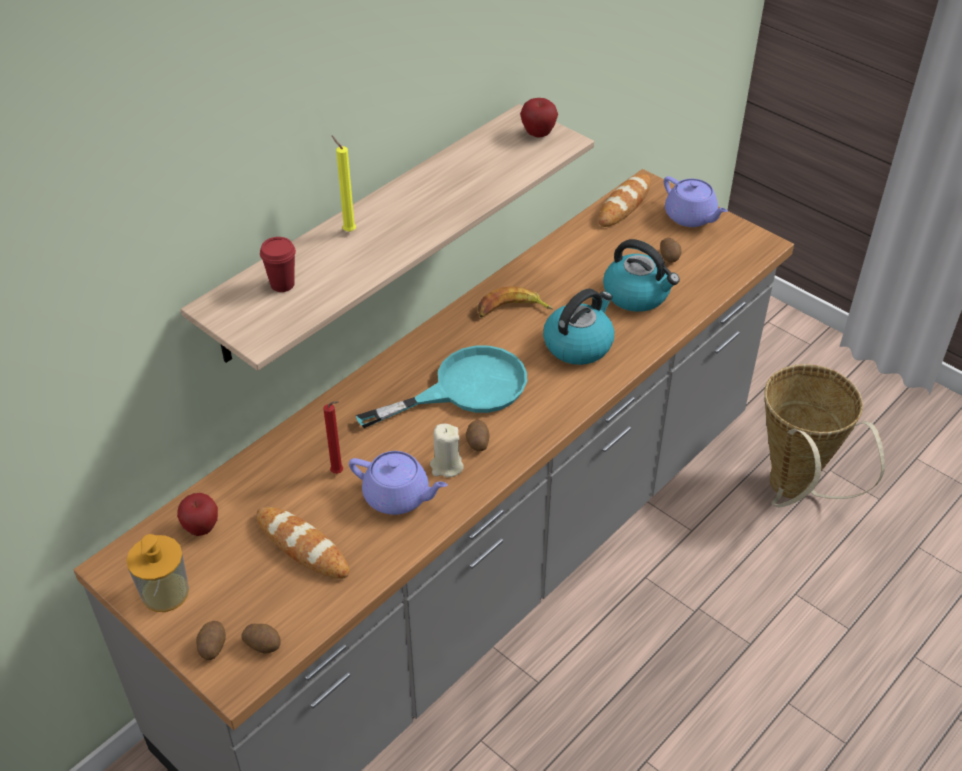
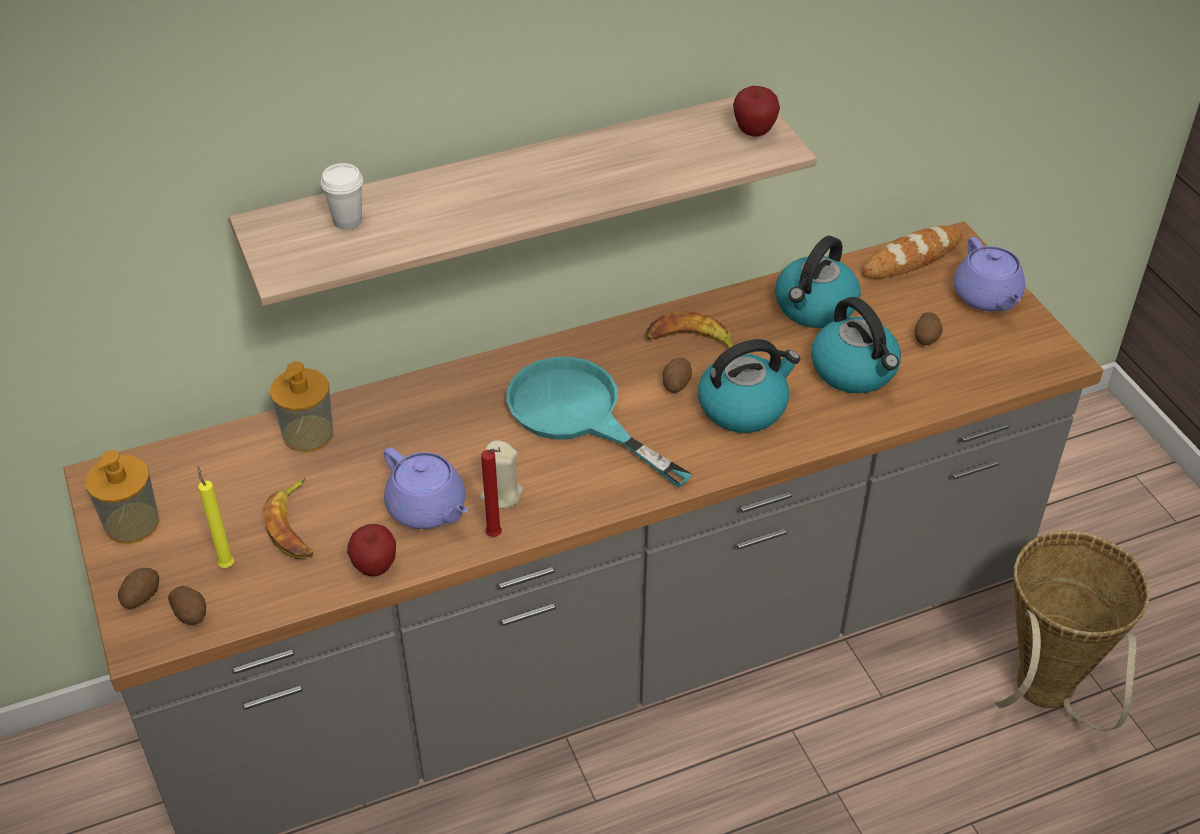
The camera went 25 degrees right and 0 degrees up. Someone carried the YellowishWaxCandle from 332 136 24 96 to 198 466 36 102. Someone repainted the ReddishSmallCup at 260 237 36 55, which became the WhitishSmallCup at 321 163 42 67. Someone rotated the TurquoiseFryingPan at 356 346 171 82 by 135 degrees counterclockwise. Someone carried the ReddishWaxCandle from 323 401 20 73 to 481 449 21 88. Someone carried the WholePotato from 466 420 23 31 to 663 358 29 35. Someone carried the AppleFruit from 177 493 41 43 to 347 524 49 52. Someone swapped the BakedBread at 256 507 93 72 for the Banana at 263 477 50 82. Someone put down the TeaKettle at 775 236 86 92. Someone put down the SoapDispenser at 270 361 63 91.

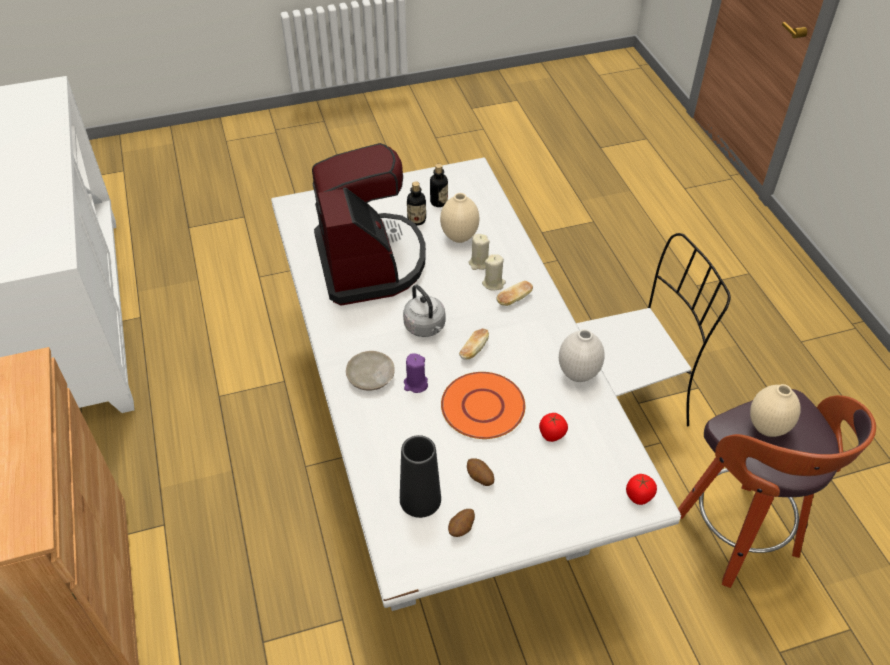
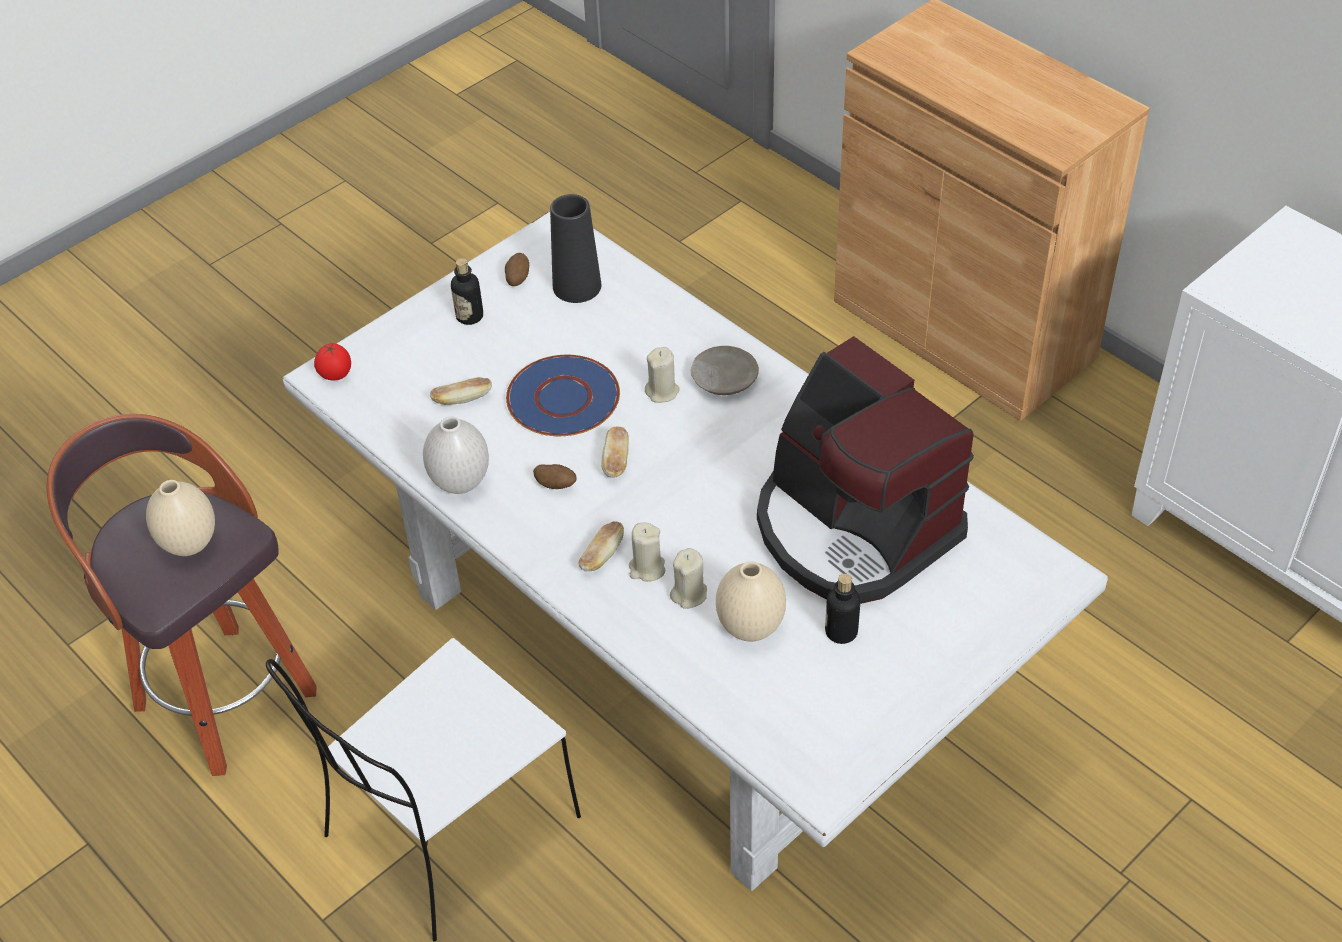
The camera went 155 degrees right and 0 degrees up. Someone carried the BeverageBottle from 430 164 18 43 to 451 258 32 67. Someone took away the GreyTeaKettle at 403 285 42 52. Someone repainted the PurpleColouredWaxCandle at 404 354 24 39, which became the BeigeWaxCandle at 645 347 35 56. Someone repainted the OrangeyDinnerPlate at 441 372 84 67, which became the BlueColouredDinnerPlate at 506 355 114 81. Someone swapped the WholeTomato at 539 413 29 29 for the BakedBread at 430 377 62 28. Someone carried the WholePotato from 467 458 27 28 to 533 464 44 25.

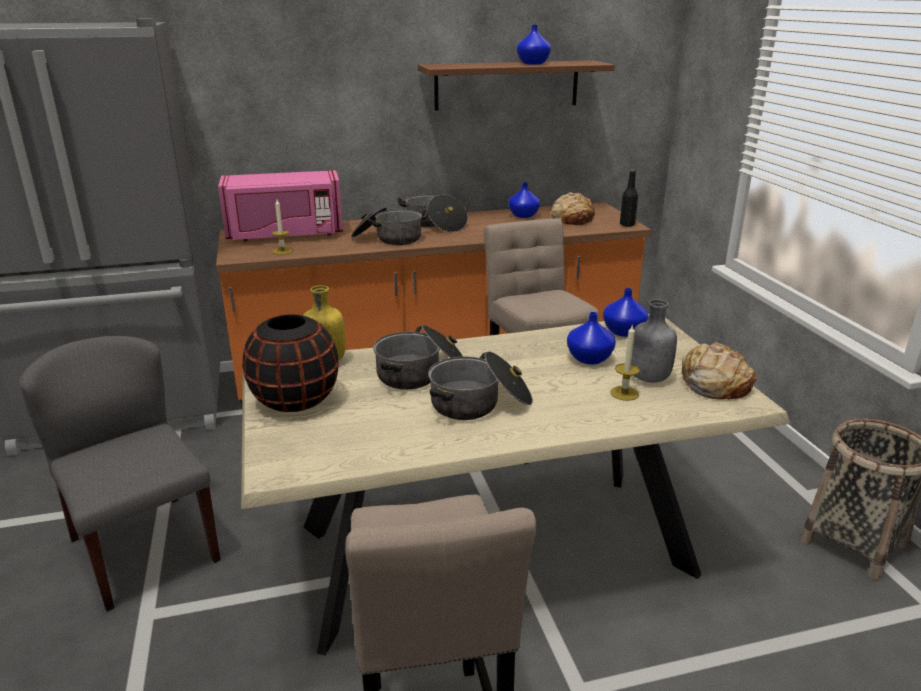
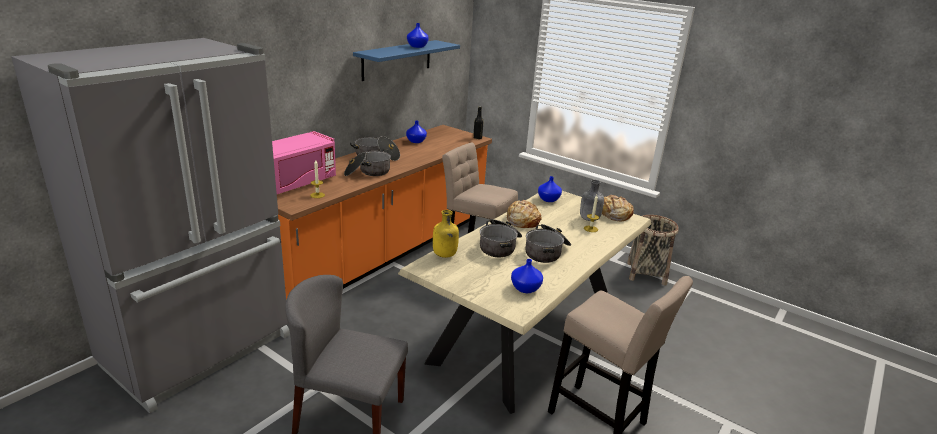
The camera went 40 degrees left and 0 degrees up. Someone repainted the BrownBracketShelf at 418 60 197 51, which became the BlueColouredBracketShelf at 353 40 107 41. Someone carried the BakedBread from 551 192 44 33 to 505 200 37 28. Someone carried the BlueColouredFlowerVase from 567 312 49 53 to 511 259 32 34. Someone took away the BlackishFlowerVase at 243 314 96 98.

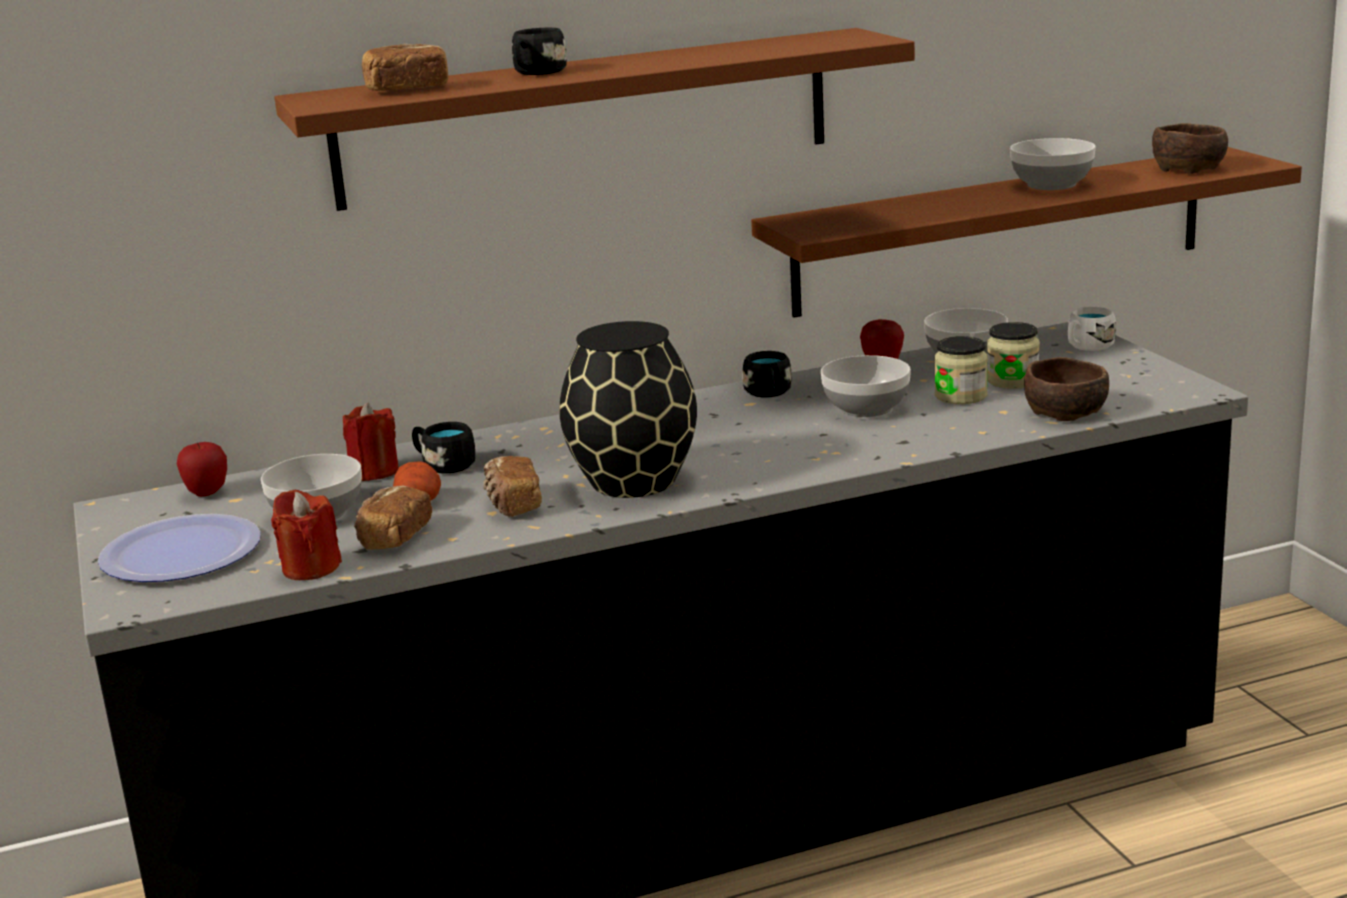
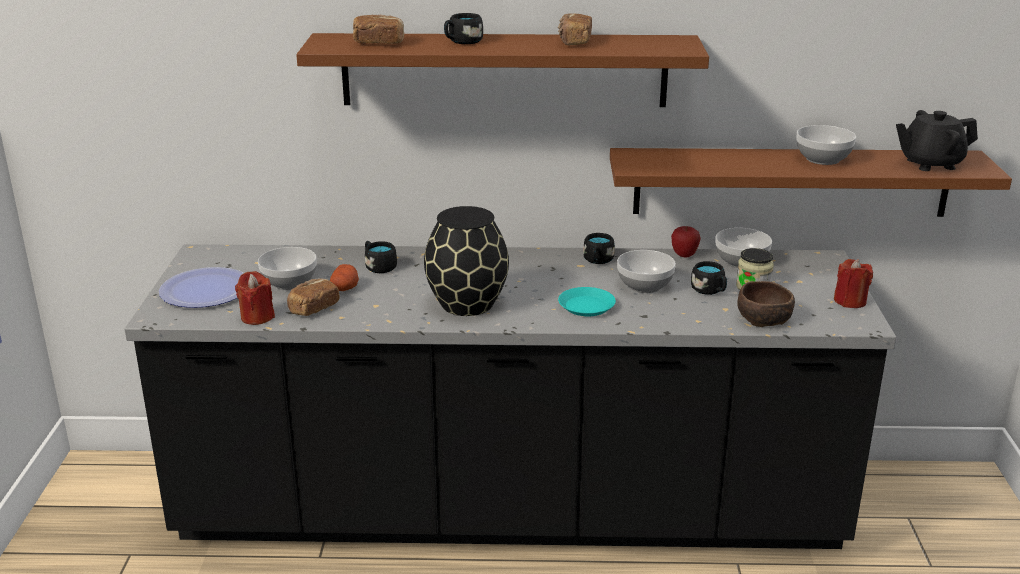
The camera went 20 degrees right and 5 degrees up. Someone swapped the BrownBowl at 1152 123 76 51 for the BlackishTeaPot at 896 110 82 61. Someone took away the WhitishCoffeeMug at 1068 307 48 44. Someone swapped the StorageJar at 935 336 53 68 for the BlackishCoffeeMug at 691 261 36 34. Someone carried the ReddishWaxCandle from 343 403 56 78 to 834 259 39 49. Someone took away the AppleFruit at 177 442 50 55. Someone carried the BakedBread from 483 456 59 61 to 558 13 34 33. Someone put down the TurquoiseDinnerPlate at 558 287 58 29.

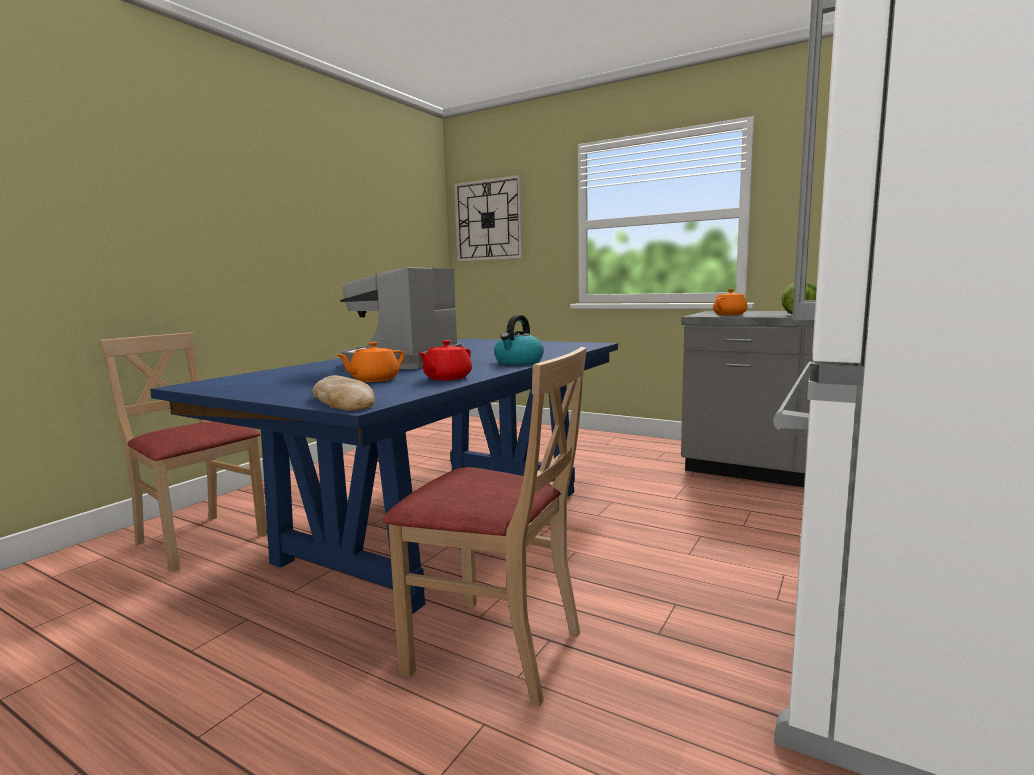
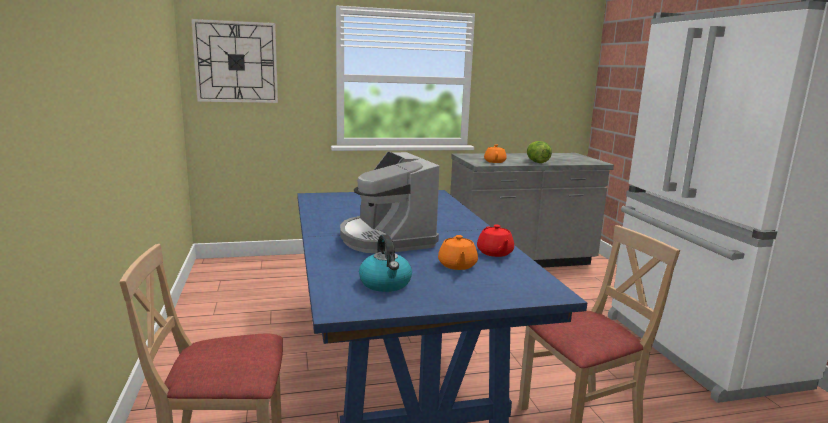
The camera went 45 degrees left and 5 degrees up. Someone carried the TeaKettle from 494 315 50 50 to 359 234 53 58. Someone took away the BakedBread at 312 375 63 36.

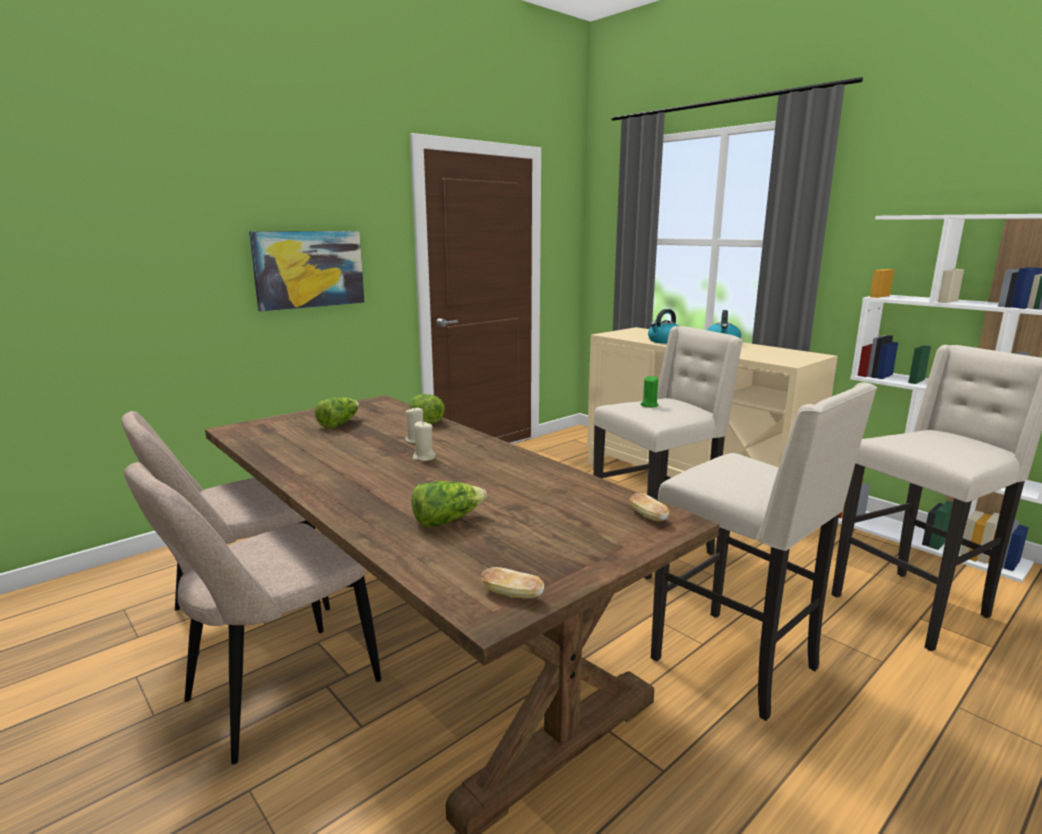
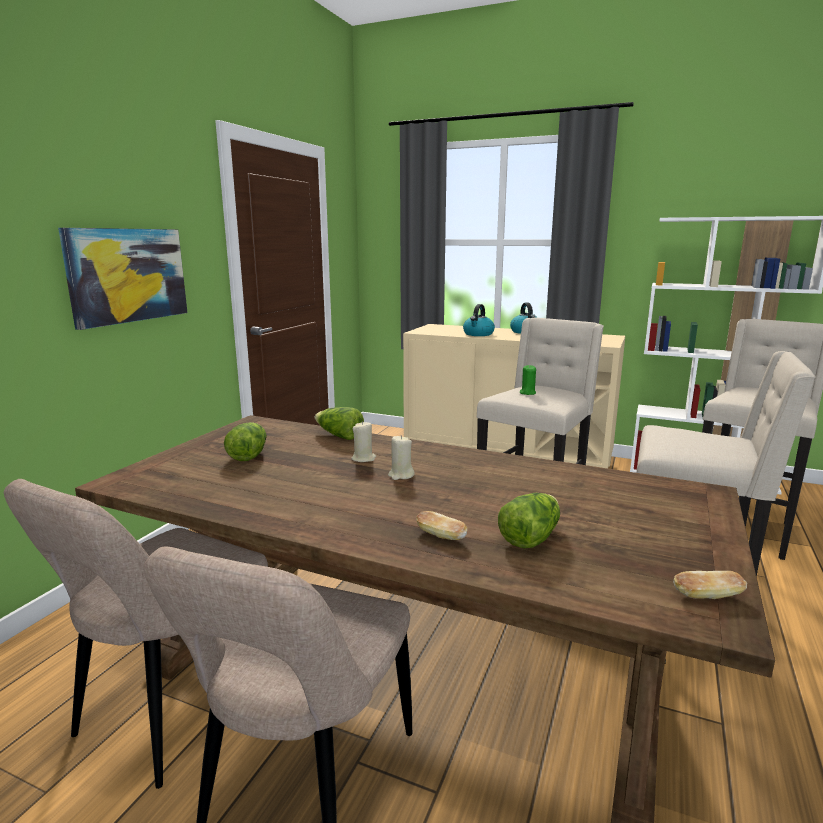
The camera went 25 degrees left and 0 degrees up. Someone carried the BakedBread from 629 493 41 28 to 416 511 51 29.

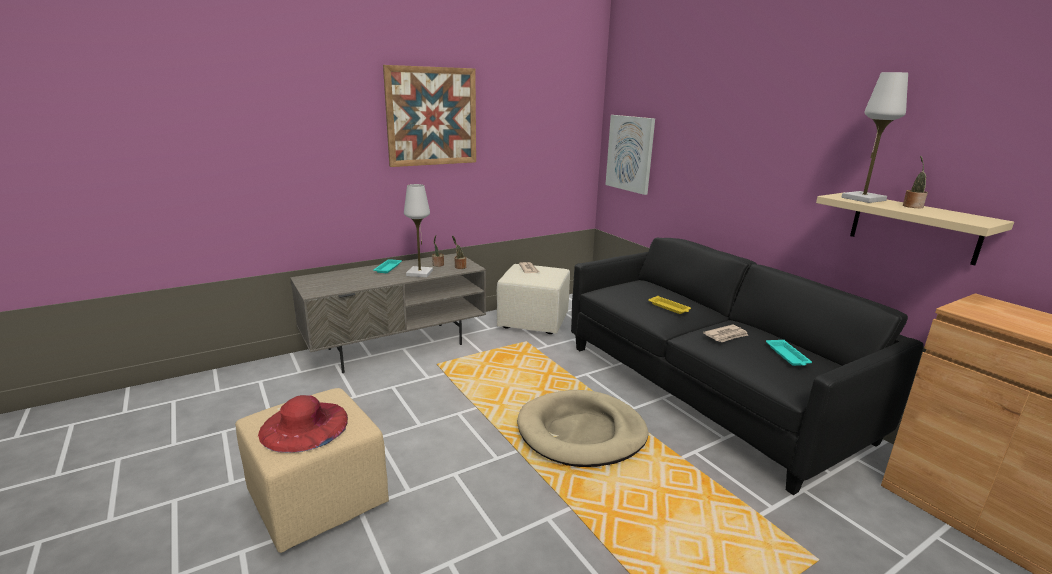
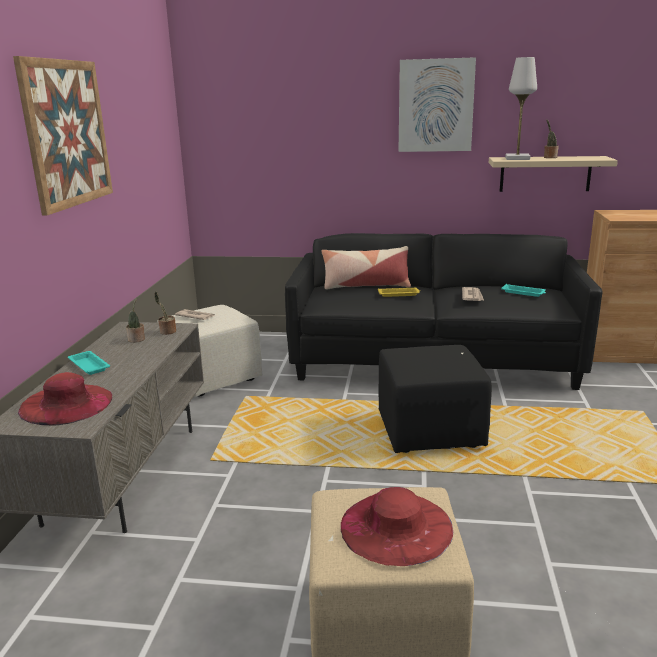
The camera went 50 degrees left and 0 degrees up. Someone carried the Picture from 605 115 50 80 to 398 57 78 95. Someone took away the WhitishTabletopLamp at 404 184 29 93. Someone swapped the BeigeDogCushion at 517 390 131 77 for the BlackishPouffe at 378 345 114 108. Someone put down the Cushion at 322 246 89 44. Someone put down the ReddishHat at 18 372 94 53.

